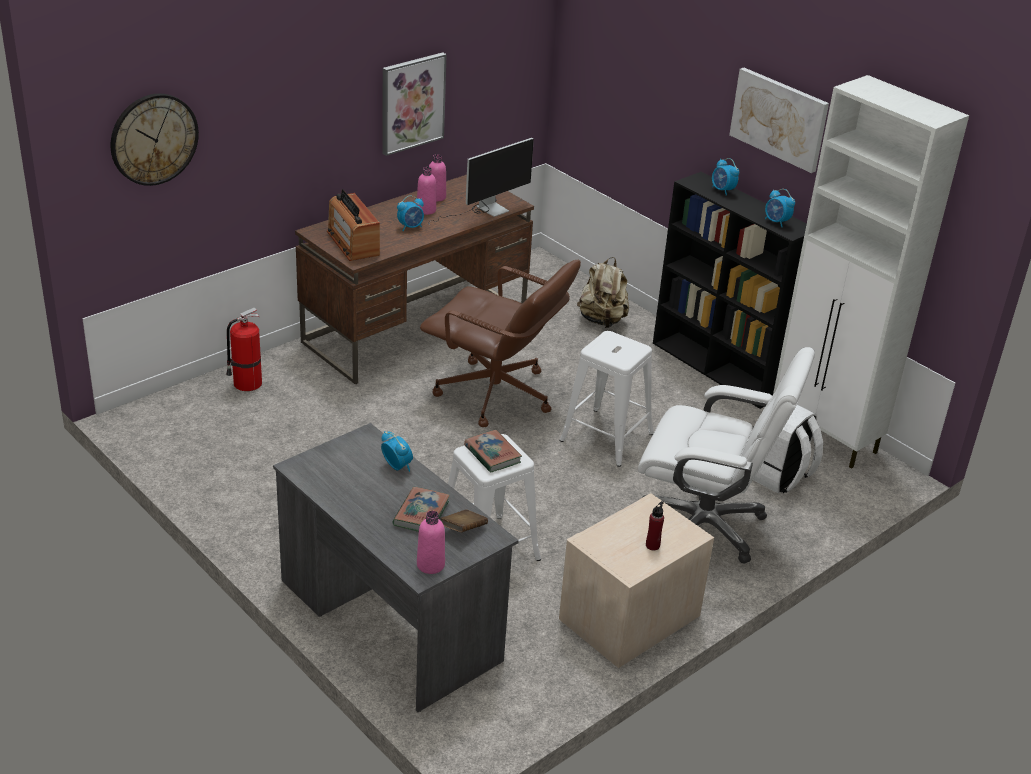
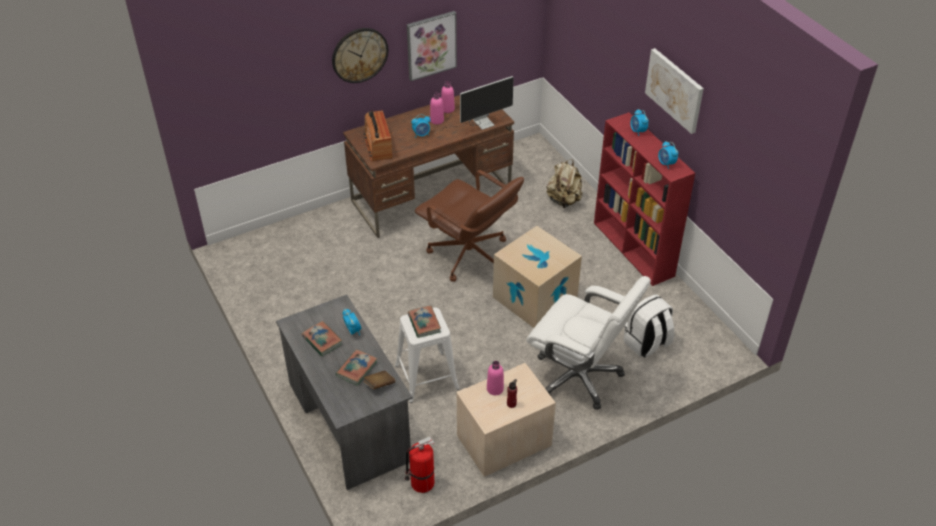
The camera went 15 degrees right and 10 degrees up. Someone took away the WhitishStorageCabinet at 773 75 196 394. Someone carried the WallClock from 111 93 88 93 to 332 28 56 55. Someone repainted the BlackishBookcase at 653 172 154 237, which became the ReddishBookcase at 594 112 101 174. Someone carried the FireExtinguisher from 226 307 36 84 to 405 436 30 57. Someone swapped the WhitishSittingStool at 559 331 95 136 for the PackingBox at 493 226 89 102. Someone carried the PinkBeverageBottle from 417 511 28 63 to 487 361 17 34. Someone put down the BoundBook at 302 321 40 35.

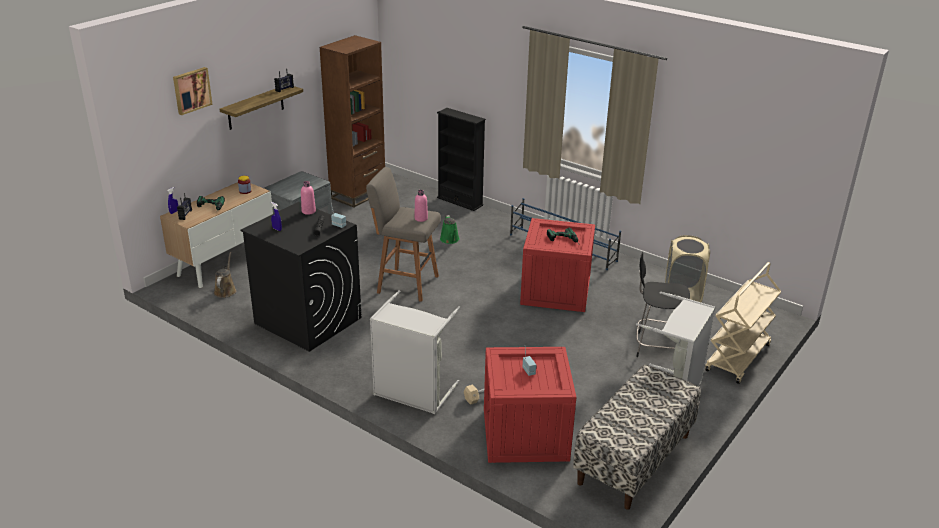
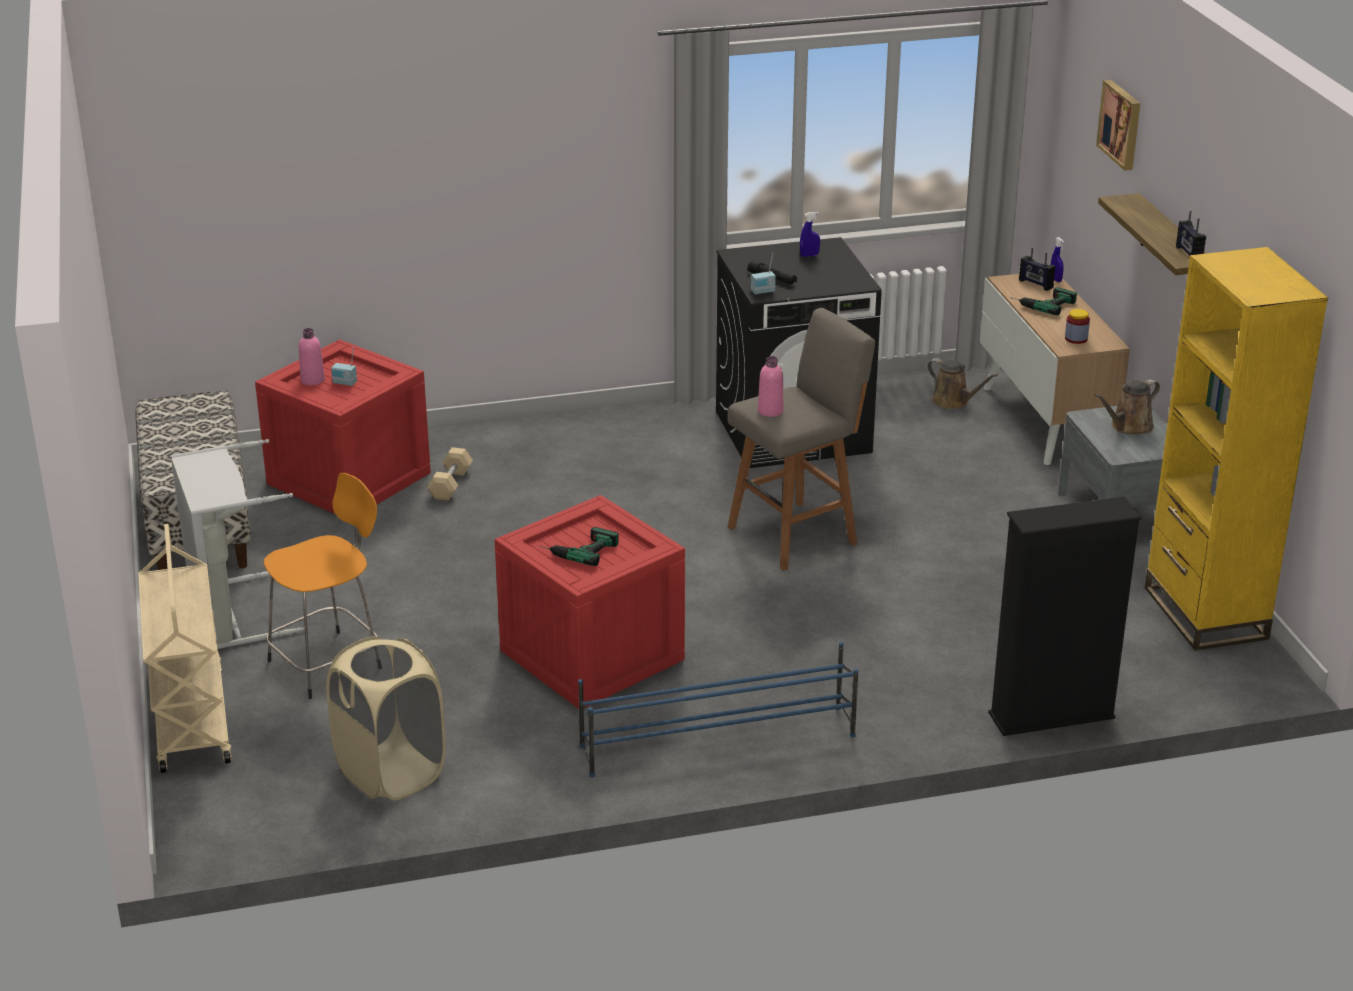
The camera went 130 degrees right and 0 degrees up. Someone repainted the BrownBookcase at 319 35 66 173, which became the YellowishBookcase at 1145 247 183 404. Someone carried the PinkBeverageBottle from 301 181 15 34 to 299 328 26 57. Someone took away the GreenishSprinklingCan at 440 215 20 29. Someone repainted the BlackishSittingStool at 636 251 54 106, which became the OrangeySittingStool at 264 473 114 226. Someone took away the GreyWashingBasket at 370 290 90 124. Someone put down the BrownSprinklingCan at 1094 379 66 56.

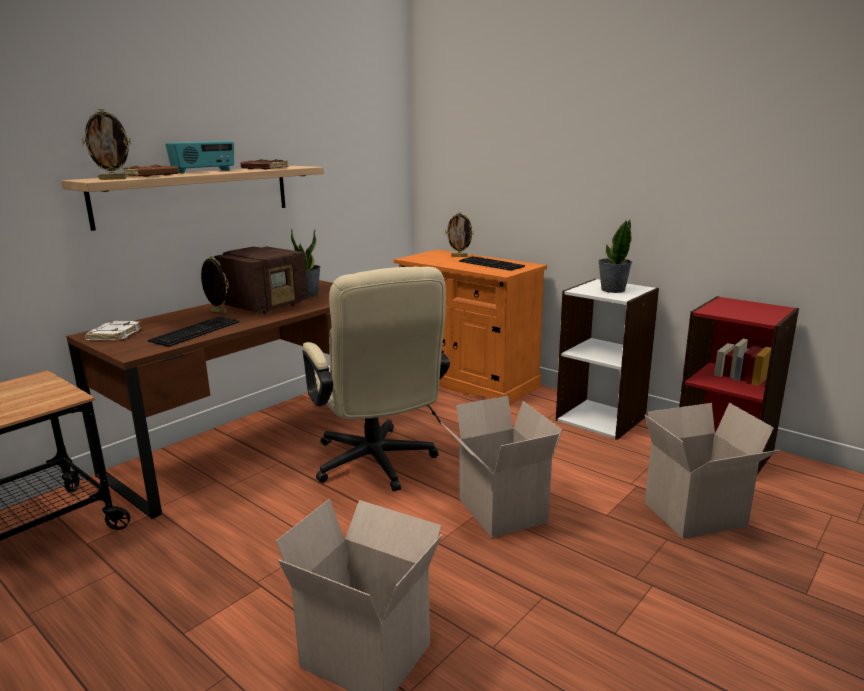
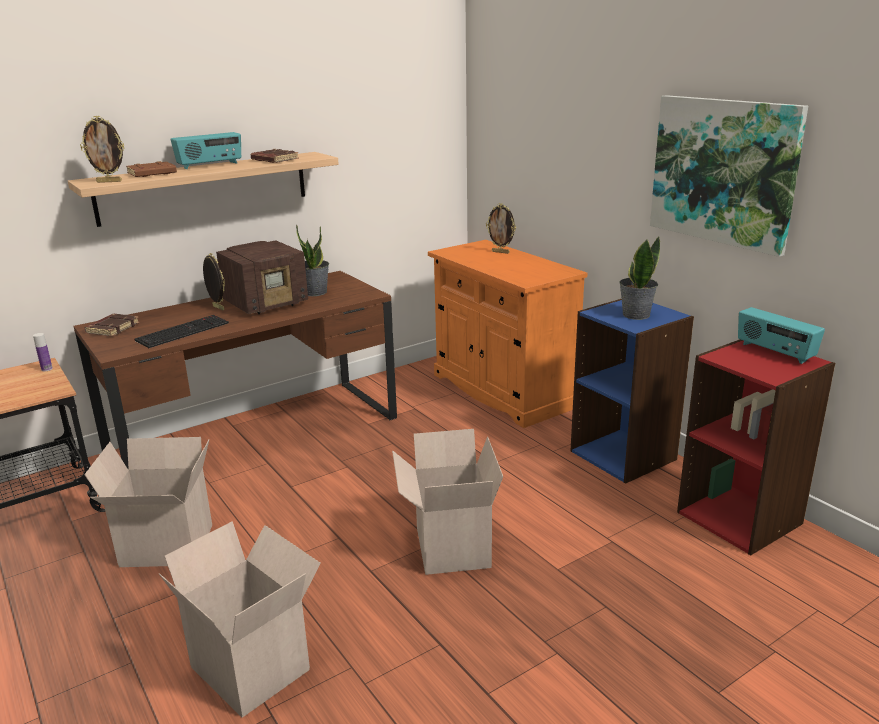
The camera went 15 degrees right and 5 degrees up. Someone took away the ComputerKeyboard at 459 256 66 15. Someone took away the BeigeDeskChair at 302 267 148 225. Someone repainted the WhitishBookcase at 556 279 103 161, which became the BlueColouredBookcase at 570 299 124 185. Someone repainted the WhitishBoundBook at 85 321 57 20, which became the BrownBoundBook at 84 314 56 23. Someone carried the PackingBox from 645 403 135 136 to 84 437 128 130. Someone put up the Picture at 650 95 158 162. Someone put down the RadioSet at 738 307 87 57. Someone put down the BeverageBottle at 33 333 20 38.

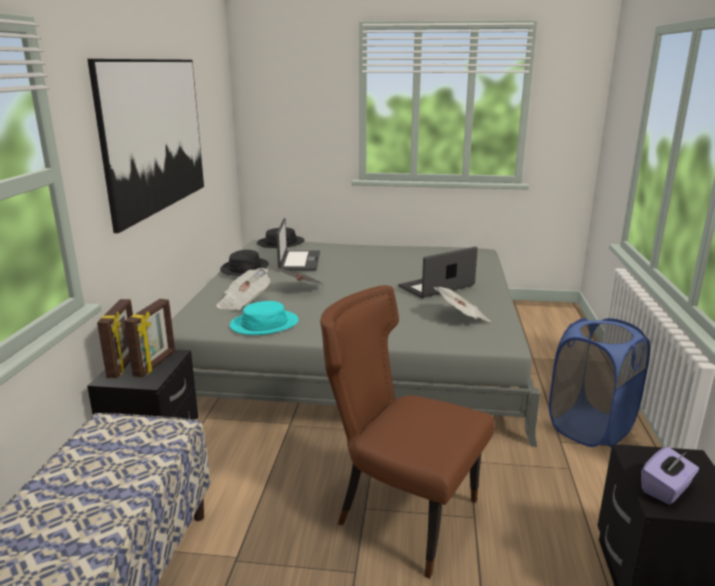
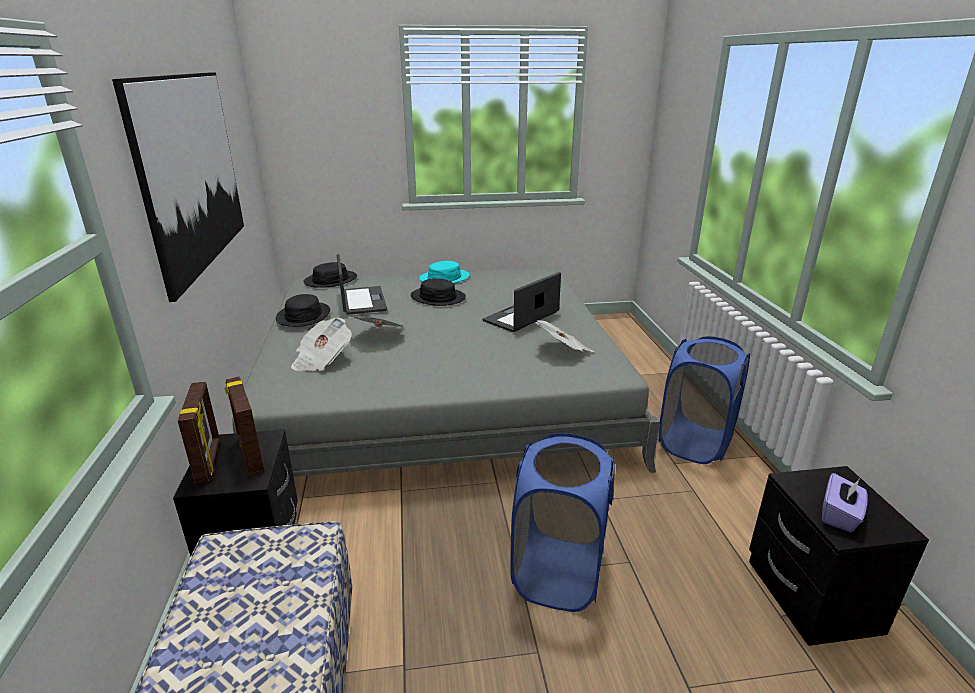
The camera went 15 degrees left and 5 degrees up. Someone swapped the BrownUprightChair at 320 285 175 294 for the BlueColouredWashingBasket at 510 433 105 179. Someone rotated the PictureFrame at 124 299 51 78 by 150 degrees clockwise. Someone carried the TurquoiseHat from 230 301 69 34 to 419 261 50 22. Someone put down the BlackishHat at 410 278 56 28.

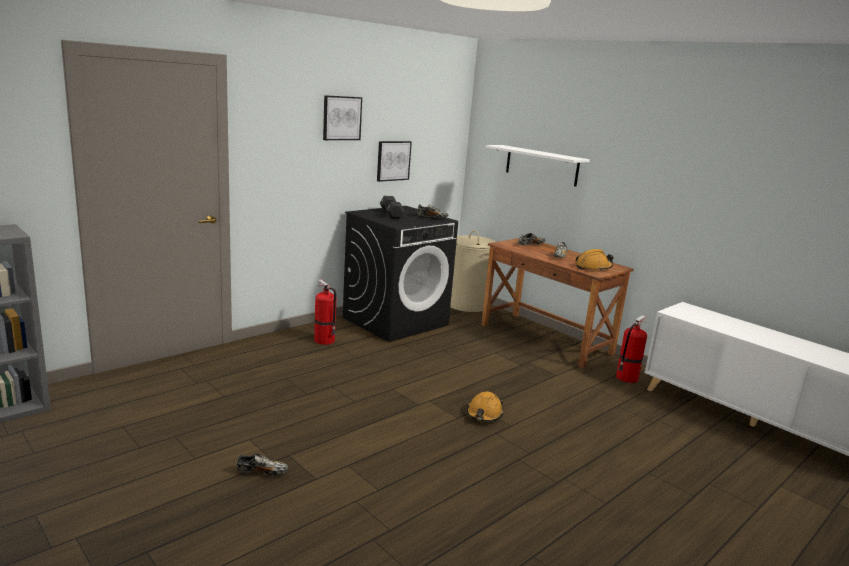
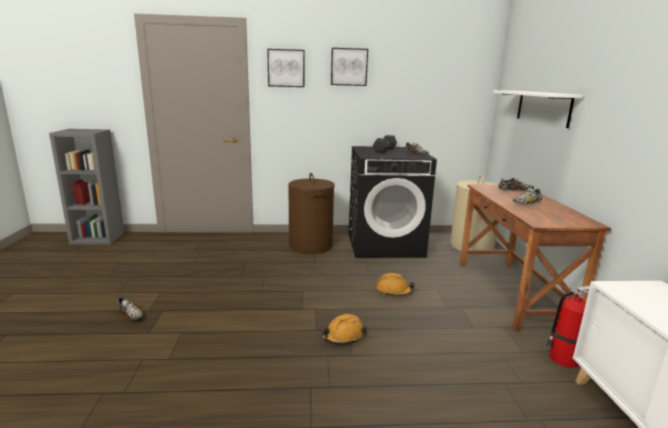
The camera went 40 degrees right and 0 degrees up. Someone carried the Picture from 377 141 35 41 to 267 49 38 38. Someone carried the OrangeyWorkHelmet from 575 249 39 22 to 376 273 39 23. Someone swapped the FireExtinguisher at 314 279 23 66 for the BrownWashingBasket at 288 173 47 81.

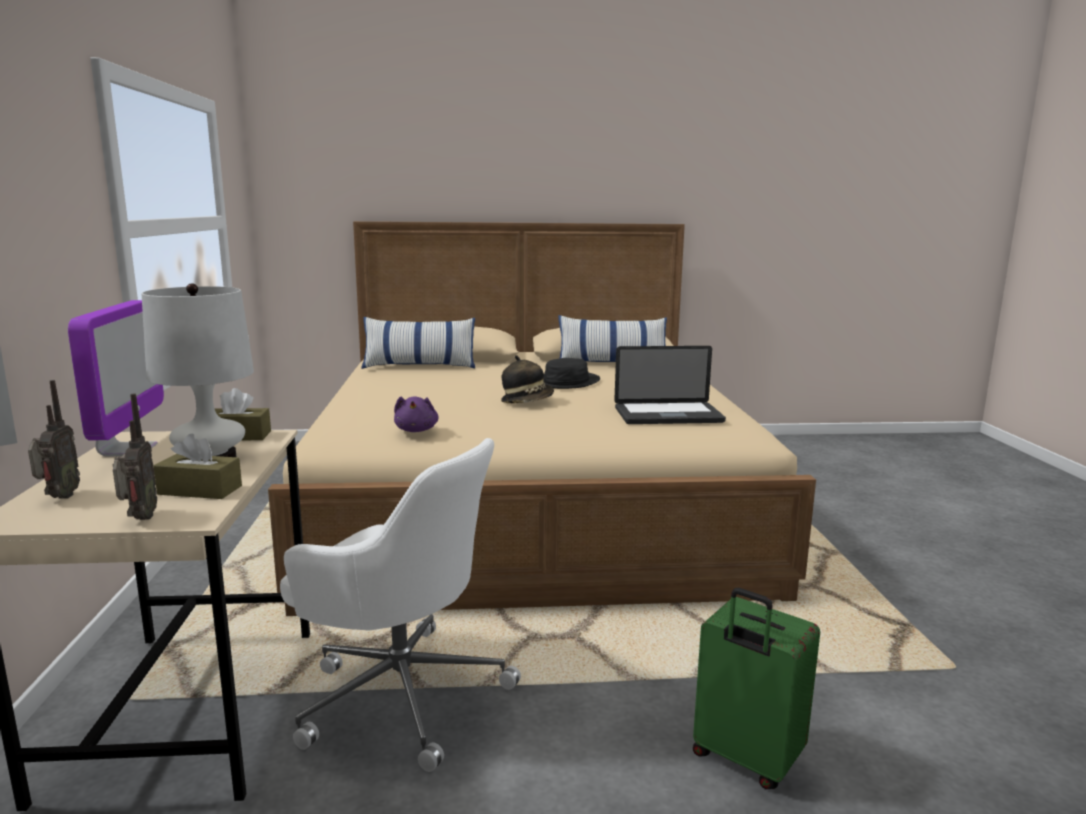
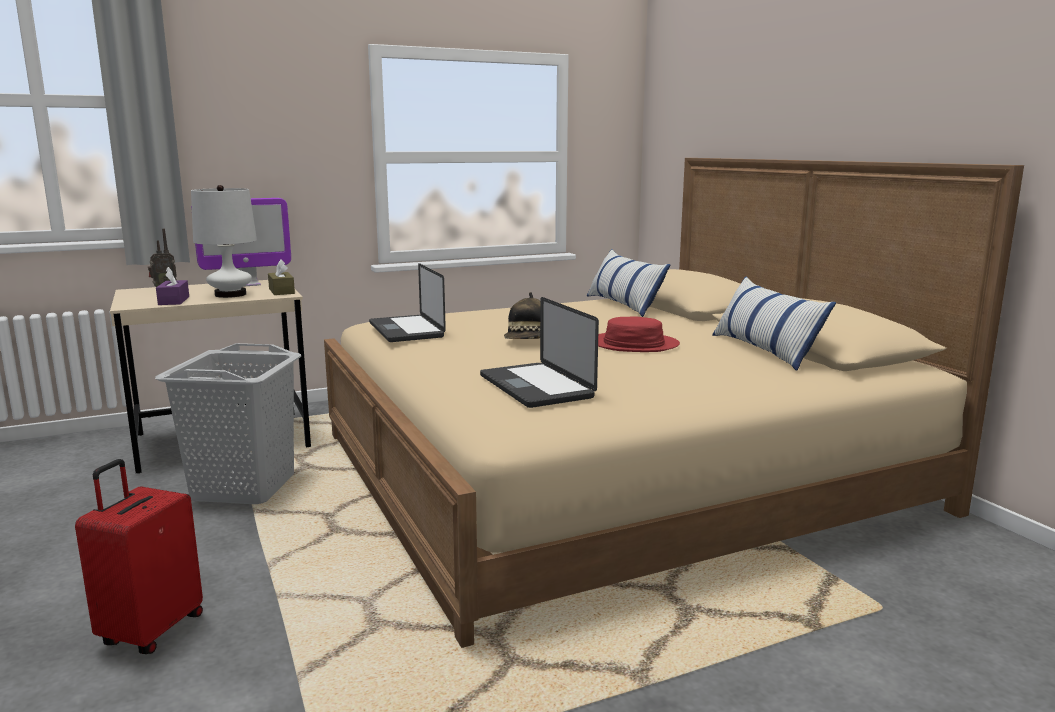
The camera went 70 degrees right and 0 degrees up. Someone repainted the BlackishHat at 544 358 56 31, which became the ReddishHat at 598 317 82 35. Someone took away the RadioSet at 113 393 44 127. Someone swapped the PurpleColouredPlushToy at 394 396 45 36 for the NotebookComputer at 369 263 77 79. Someone repainted the BrownTissueBox at 153 434 89 65, which became the PurpleColouredTissueBox at 156 267 33 38. Someone swapped the WhitishDeskChair at 280 438 241 334 for the GreyWashingBasket at 155 343 146 161. Someone repainted the GreenishTravelCase at 693 588 127 201, which became the ReddishTravelCase at 75 459 128 195.

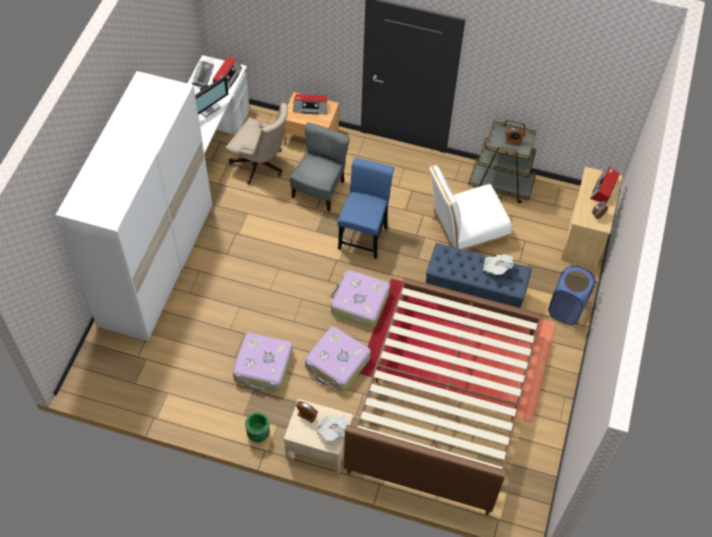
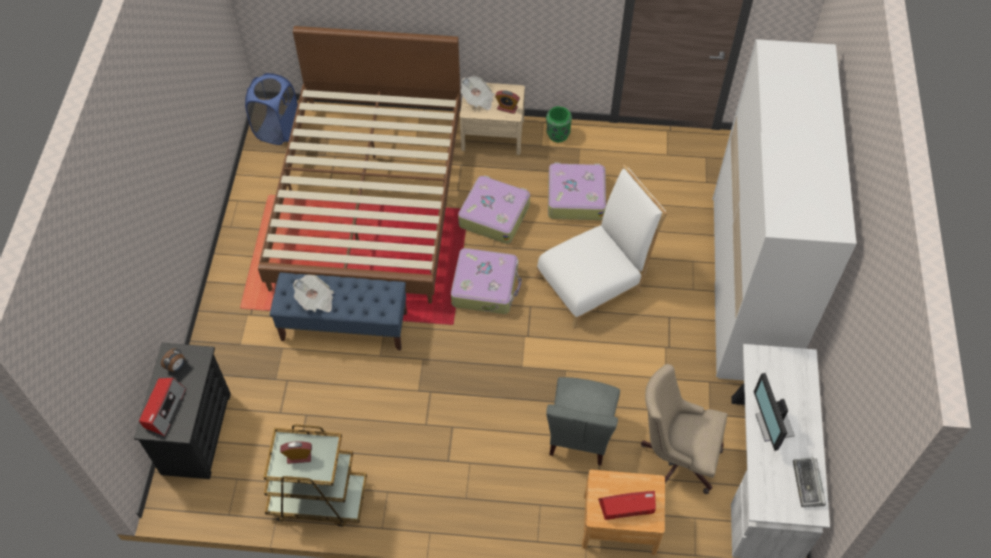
The camera went 170 degrees right and 0 degrees up. Someone took away the RadioSet at 213 58 29 32. Someone rotated the ComputerDisplay at 195 75 34 43 by 45 degrees counterclockwise. Someone took away the BlueColouredUprightChair at 337 157 57 102. Someone carried the WhitishUprightChair from 429 163 83 87 to 535 164 132 165. Someone repainted the BeigeDresser at 561 167 61 102, which became the BlackishDresser at 134 343 97 136. Someone carried the BlueColouredWashingBasket from 548 265 48 60 to 245 73 53 72.

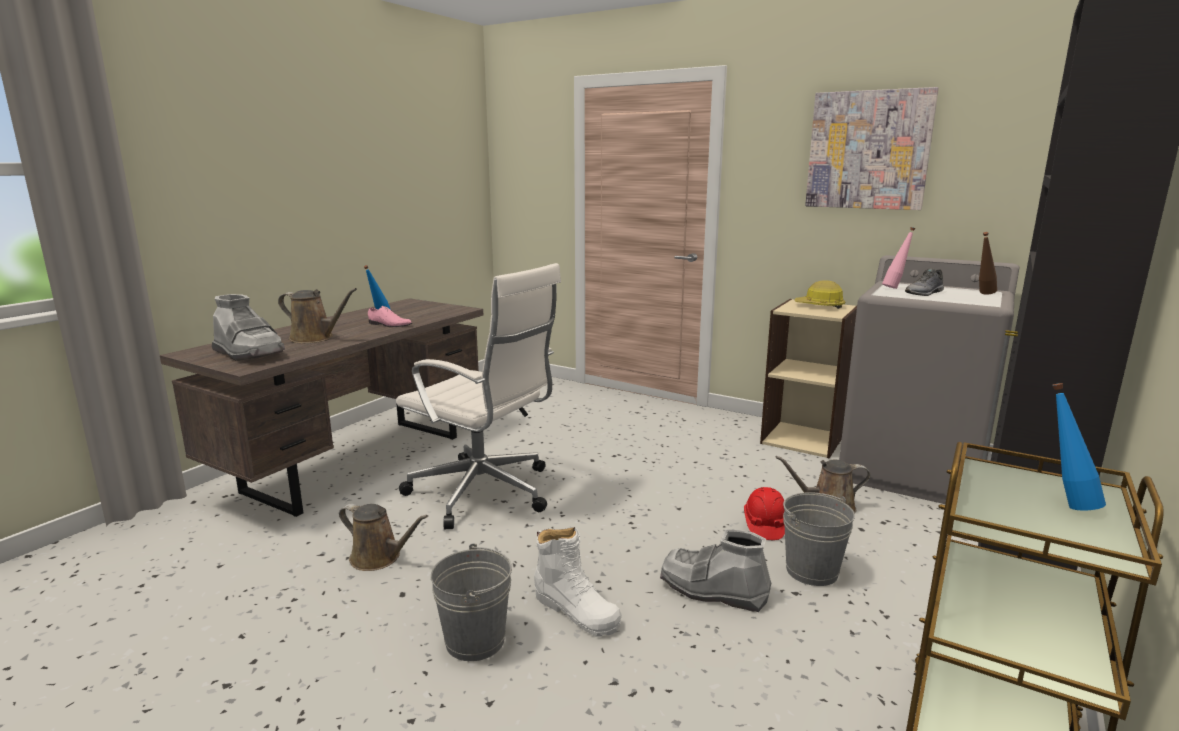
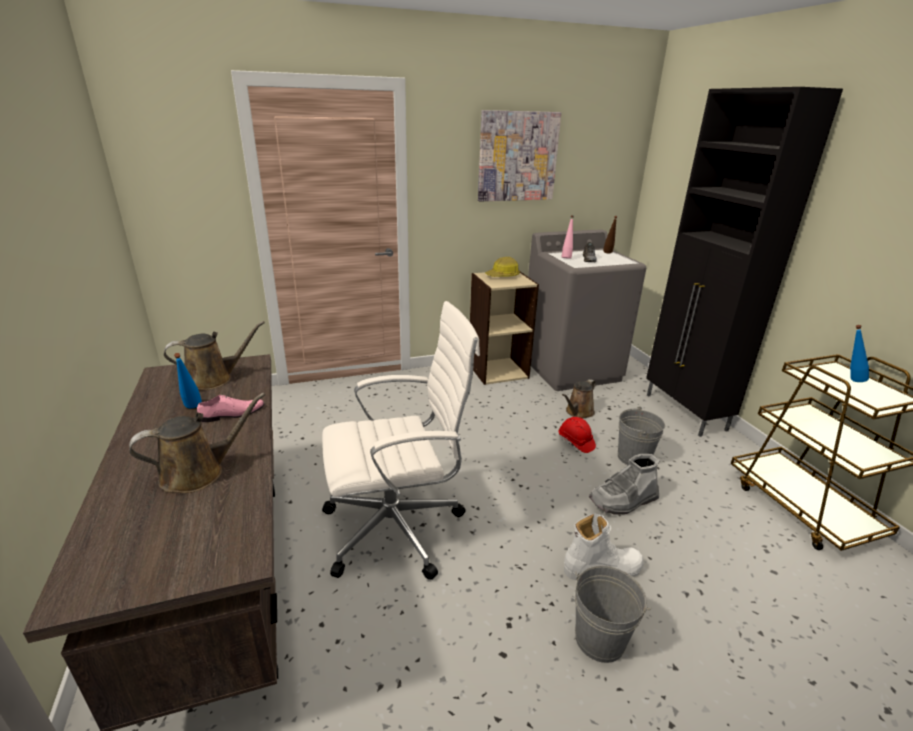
The camera went 50 degrees left and 10 degrees up. Someone took away the GreyHighTopBoot at 212 294 73 67. Someone carried the BrownSprinklingCan from 339 504 89 67 to 164 321 101 69.

